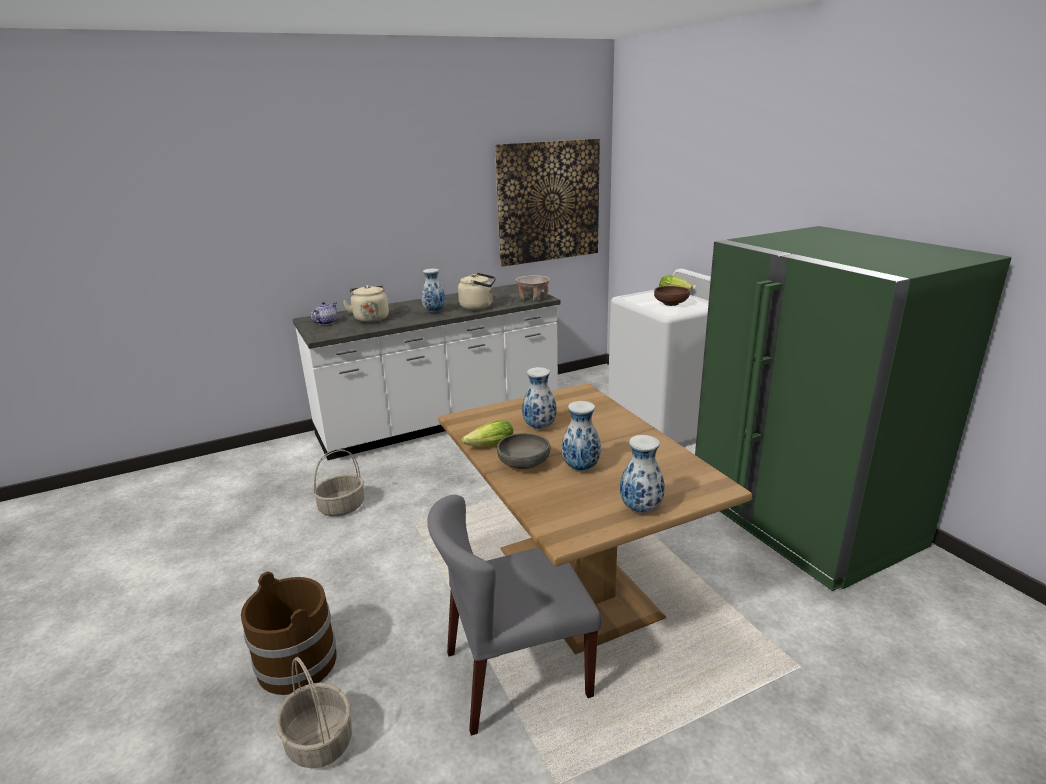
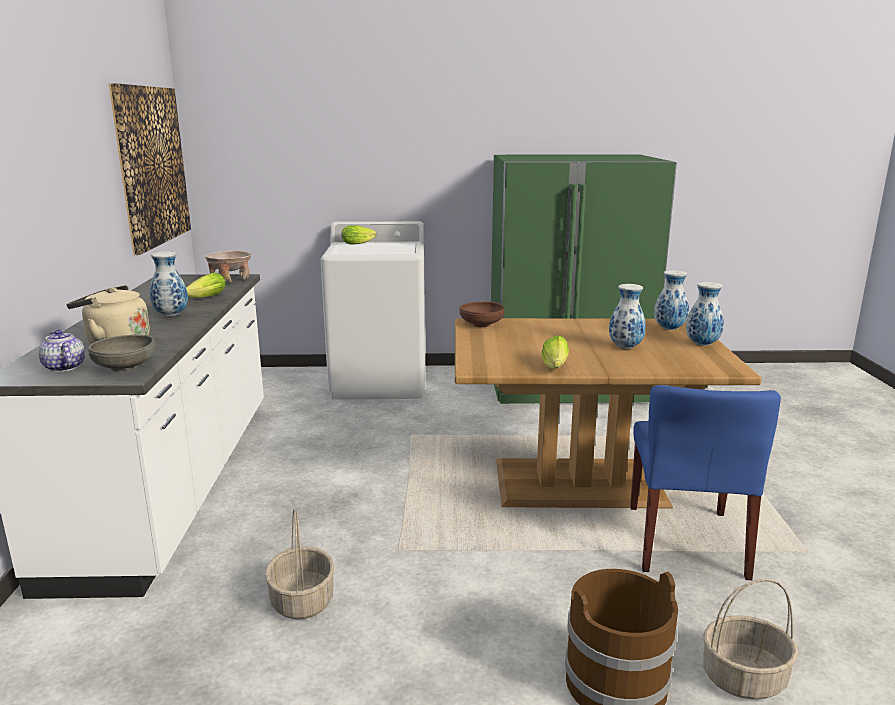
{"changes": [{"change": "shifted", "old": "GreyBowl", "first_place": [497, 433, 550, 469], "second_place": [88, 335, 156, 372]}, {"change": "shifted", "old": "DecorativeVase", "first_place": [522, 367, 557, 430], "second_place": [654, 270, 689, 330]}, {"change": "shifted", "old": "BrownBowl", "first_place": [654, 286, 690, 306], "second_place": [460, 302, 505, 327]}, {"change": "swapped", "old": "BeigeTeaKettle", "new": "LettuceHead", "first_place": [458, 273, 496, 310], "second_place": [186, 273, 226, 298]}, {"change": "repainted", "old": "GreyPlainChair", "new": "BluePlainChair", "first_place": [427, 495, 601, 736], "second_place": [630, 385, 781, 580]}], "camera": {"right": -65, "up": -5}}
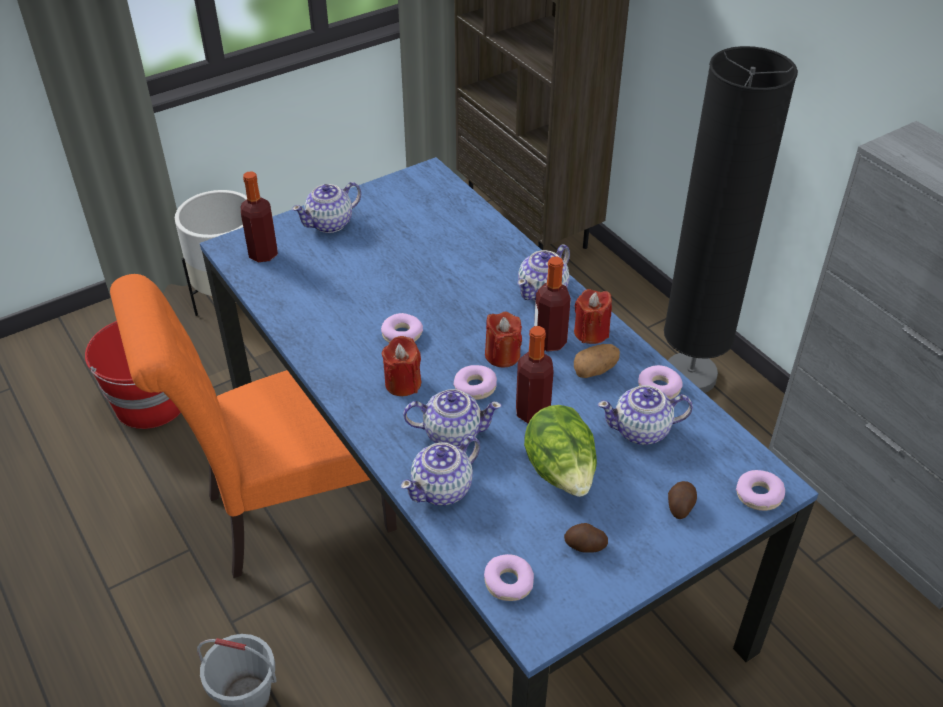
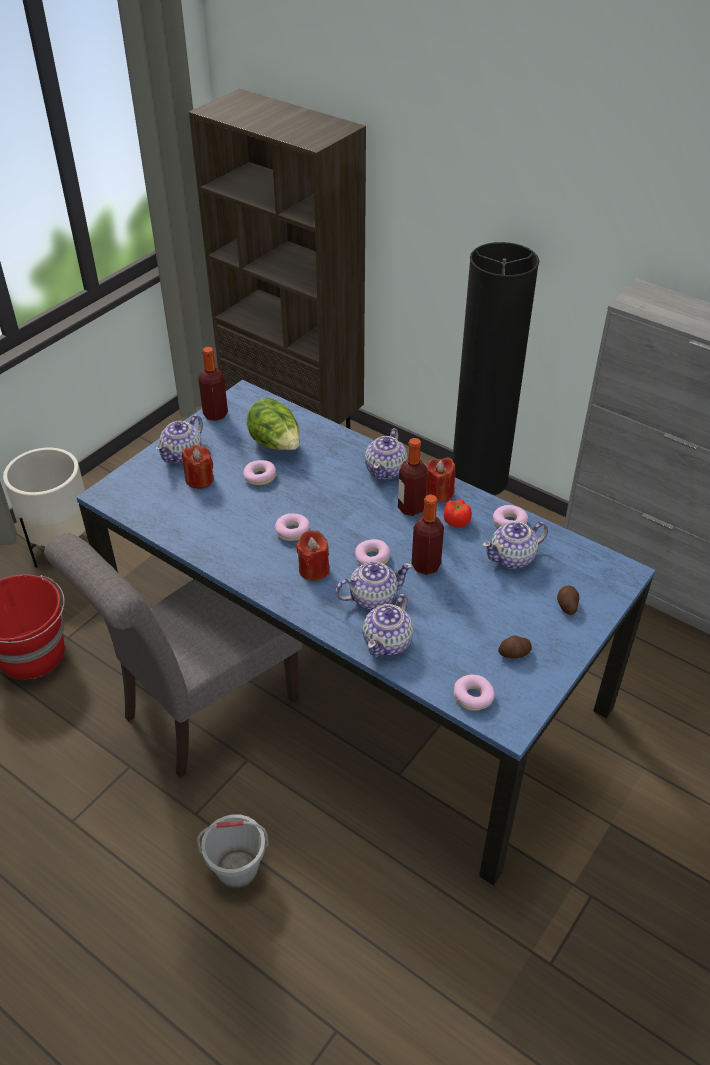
{"changes": [{"change": "shifted", "old": "DrinkBottle", "first_place": [241, 171, 278, 262], "second_place": [198, 347, 228, 421]}, {"change": "shifted", "old": "RedColouredWaxCandle", "first_place": [485, 312, 522, 368], "second_place": [182, 445, 214, 489]}, {"change": "shifted", "old": "LettuceHead", "first_place": [524, 405, 597, 497], "second_place": [247, 398, 300, 450]}, {"change": "shifted", "old": "Doughnut", "first_place": [736, 470, 785, 511], "second_place": [243, 460, 276, 485]}, {"change": "swapped", "old": "WholePotato", "new": "Tomato", "first_place": [574, 344, 620, 378], "second_place": [444, 500, 472, 528]}, {"change": "repainted", "old": "OrangePlainChair", "new": "GreyPlainChair", "first_place": [110, 274, 397, 578], "second_place": [44, 533, 303, 778]}], "camera": {"right": -20, "up": 0}}
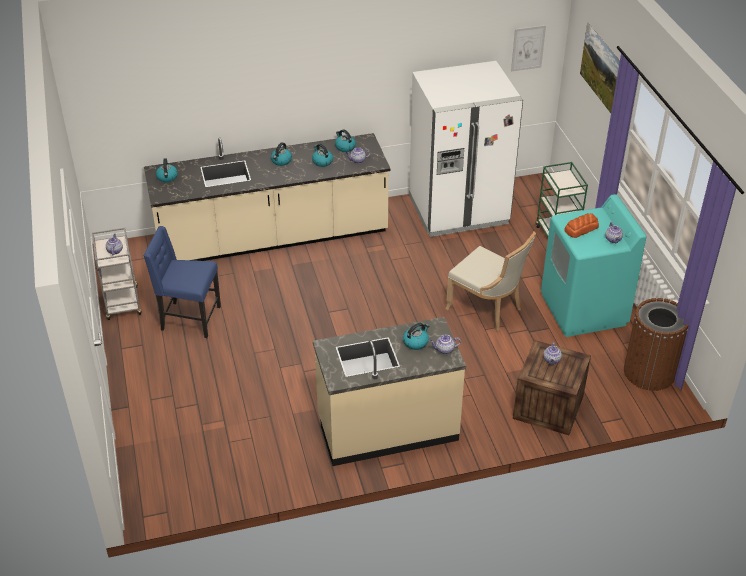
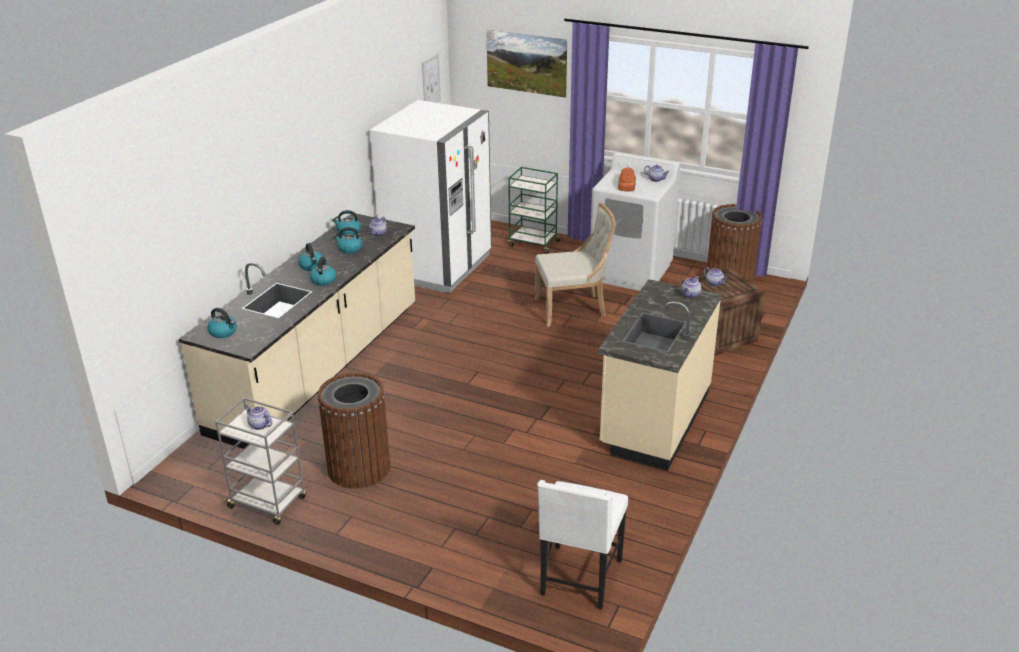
{"changes": [{"change": "new", "new": "WhitishPlainChair", "second_place": [537, 480, 628, 609]}, {"change": "shifted", "old": "TeaKettle", "first_place": [403, 323, 429, 350], "second_place": [310, 257, 336, 286]}, {"change": "swapped", "old": "BluePlainChair", "new": "BrownRubbishBin", "first_place": [143, 226, 221, 338], "second_place": [318, 372, 390, 489]}, {"change": "repainted", "old": "BlueGreenLaundryMachine", "new": "WhitishLaundryMachine", "first_place": [541, 194, 646, 337], "second_place": [591, 152, 680, 291]}], "camera": {"right": -50, "up": -10}}
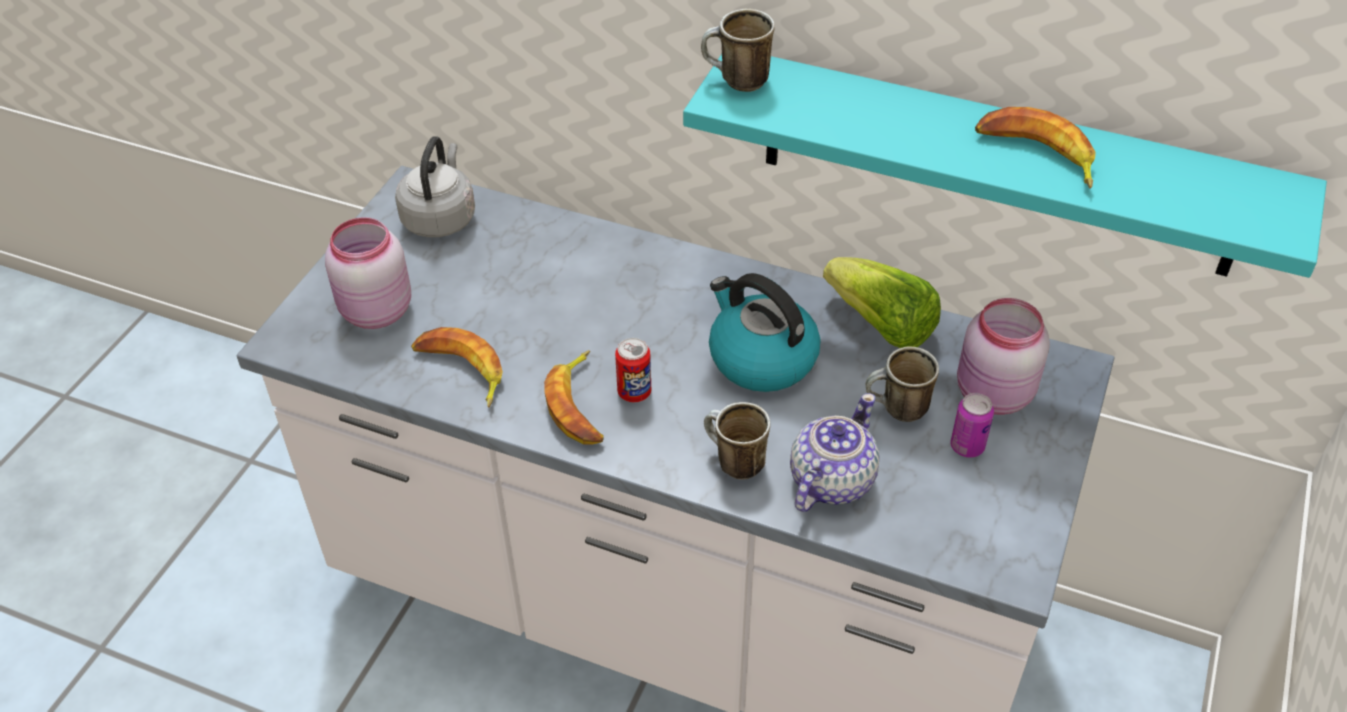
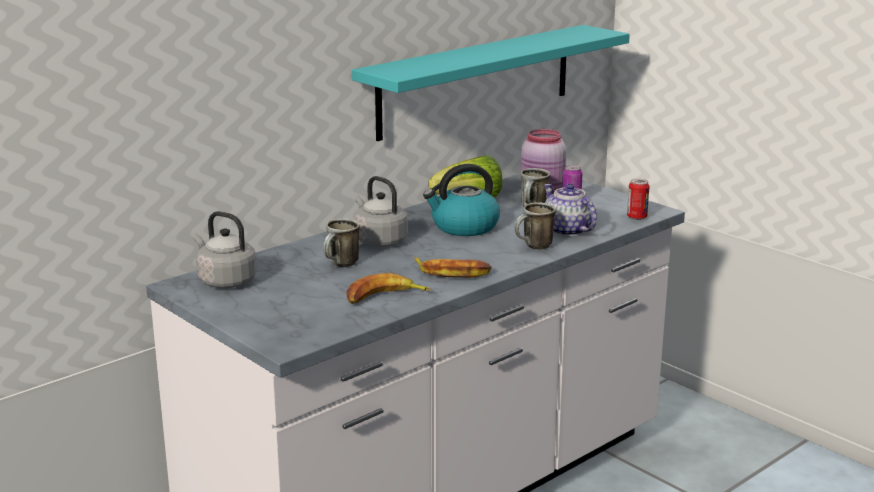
{"changes": [{"change": "gone", "old": "PinkColouredStorageJar", "first_place": [325, 217, 411, 329]}, {"change": "gone", "old": "Banana", "first_place": [975, 107, 1096, 189]}, {"change": "new", "new": "GreyTeaKettle", "second_place": [353, 176, 408, 247]}, {"change": "shifted", "old": "Can", "first_place": [615, 338, 651, 402], "second_place": [627, 179, 650, 220]}, {"change": "shifted", "old": "Mug", "first_place": [701, 9, 775, 92], "second_place": [323, 218, 360, 267]}], "camera": {"right": -65, "up": -25}}
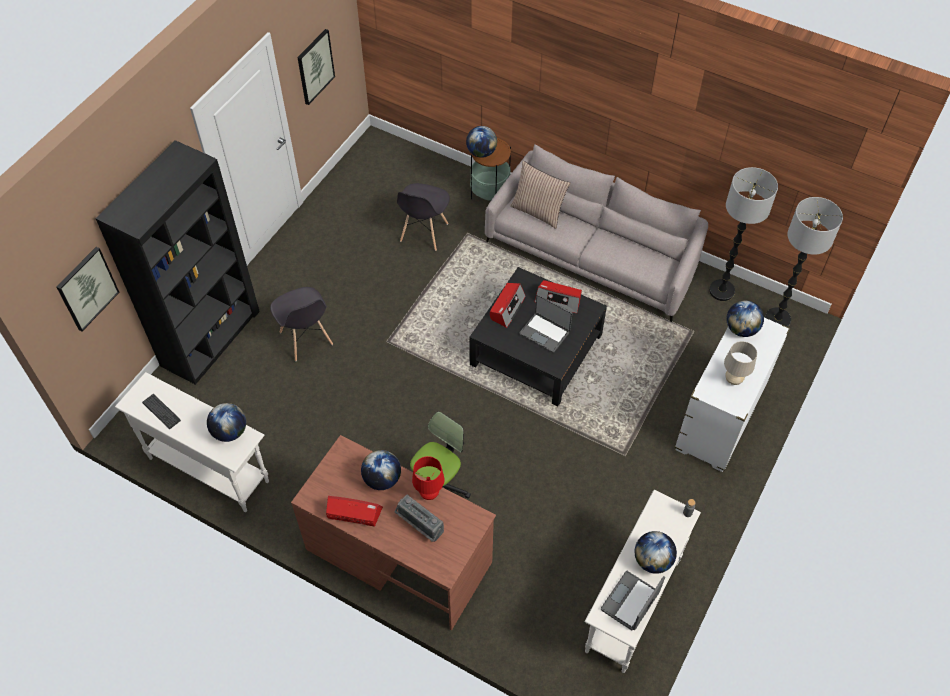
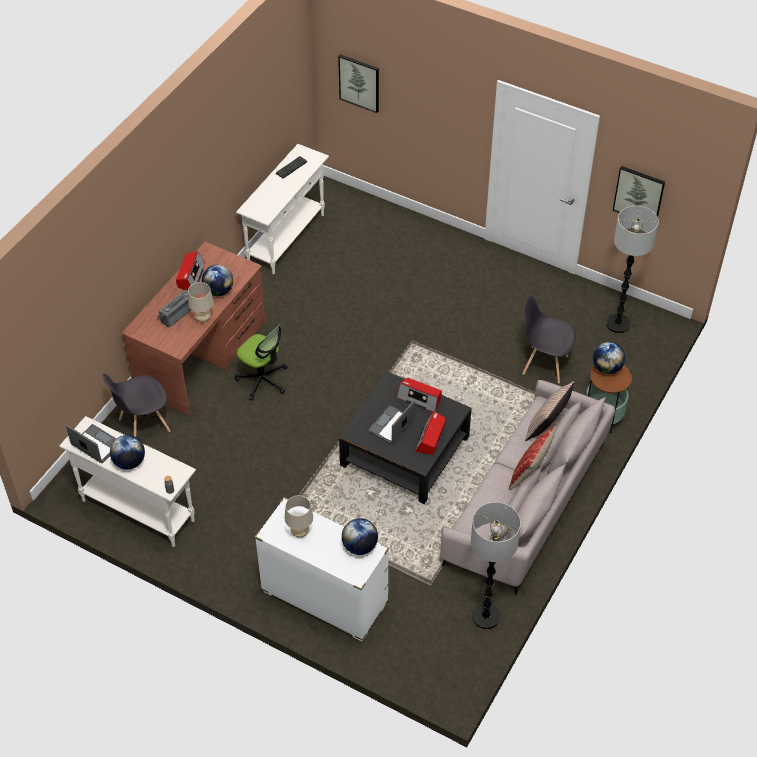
{"changes": [{"change": "gone", "old": "BlackBookcase", "first_place": [95, 140, 260, 385]}, {"change": "gone", "old": "WorldGlobe", "first_place": [207, 403, 246, 442]}, {"change": "new", "new": "ThrowPillow", "second_place": [509, 426, 556, 490]}, {"change": "shifted", "old": "GreyPlainChair", "first_place": [270, 287, 333, 361], "second_place": [102, 373, 171, 437]}, {"change": "shifted", "old": "StandardLamp", "first_place": [765, 197, 843, 327], "second_place": [606, 206, 659, 333]}, {"change": "repainted", "old": "RedColouredTableLamp", "new": "BeigeTableLamp", "first_place": [412, 456, 445, 500], "second_place": [188, 282, 214, 322]}], "camera": {"right": 90, "up": -5}}
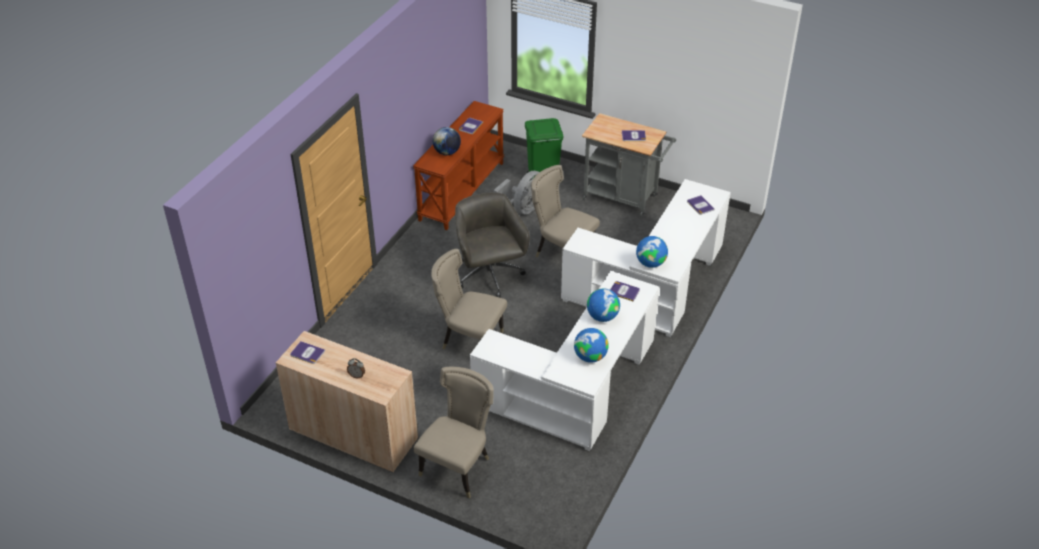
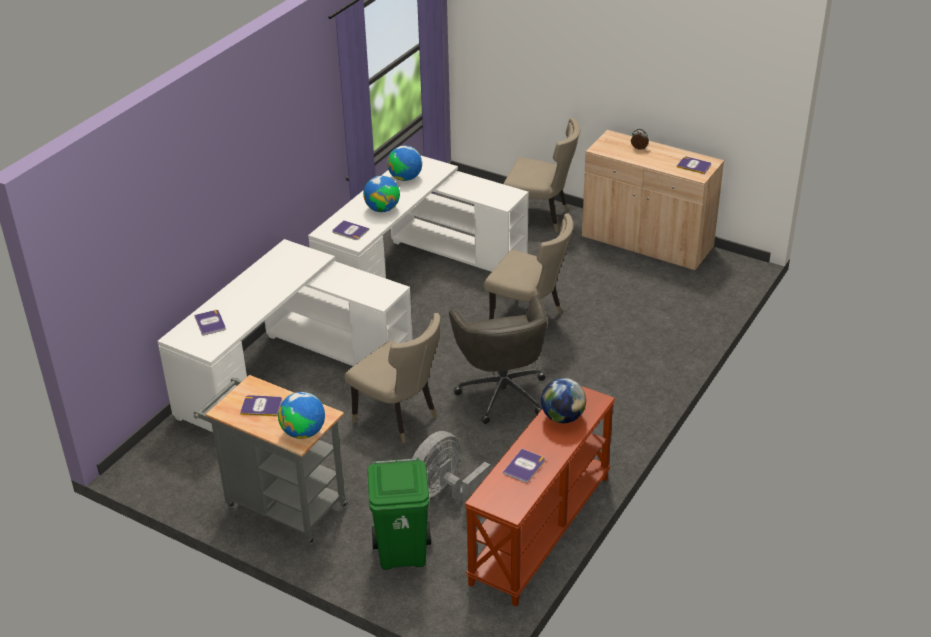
{"changes": [{"change": "shifted", "old": "WorldGlobe", "first_place": [636, 236, 668, 268], "second_place": [278, 392, 325, 439]}, {"change": "rotated", "old": "BeigePlainChair", "first_place": [413, 367, 494, 499], "second_place": [504, 117, 580, 232], "degrees": -105}], "camera": {"right": -175, "up": -5}}
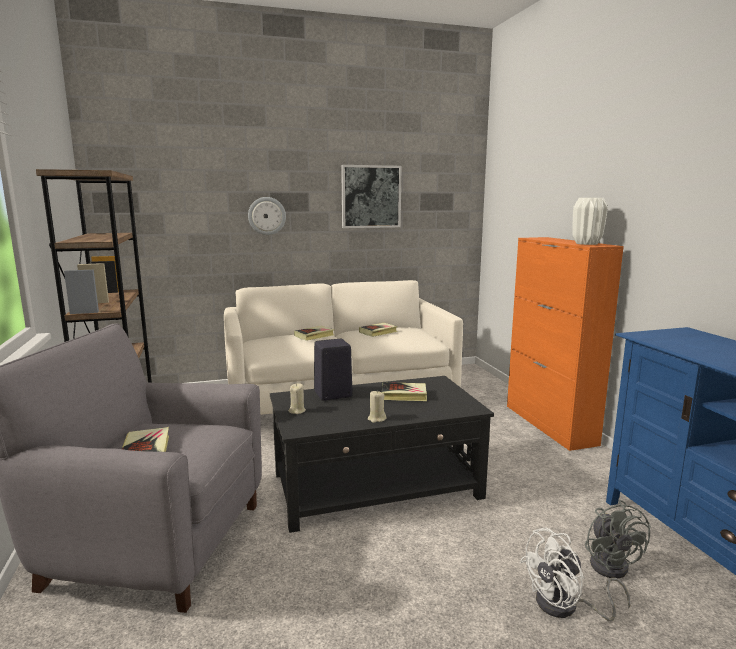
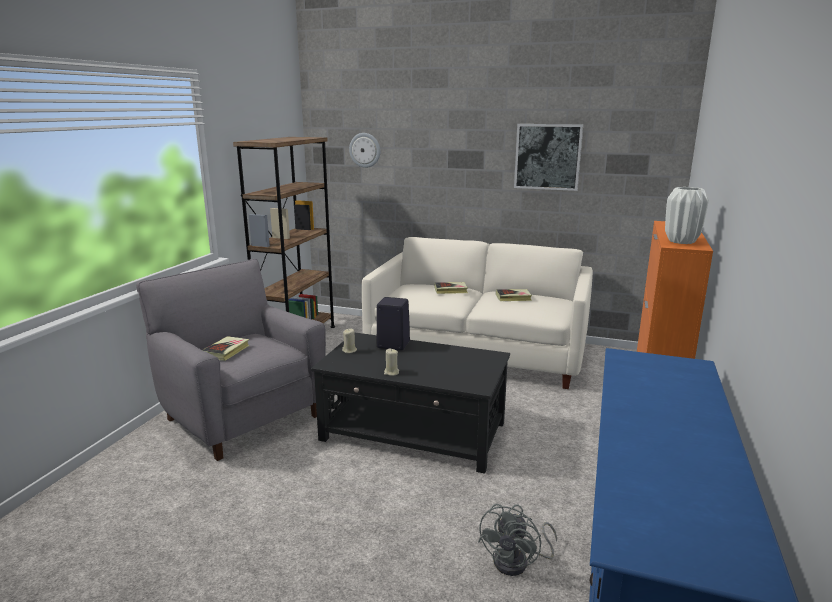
{"changes": [{"change": "gone", "old": "BoundBook", "first_place": [382, 382, 427, 401]}, {"change": "gone", "old": "WhitishCoolingFan", "first_place": [520, 528, 630, 621]}, {"change": "shifted", "old": "HangingClock", "first_place": [248, 197, 286, 235], "second_place": [349, 133, 380, 168]}], "camera": {"right": 35, "up": 5}}
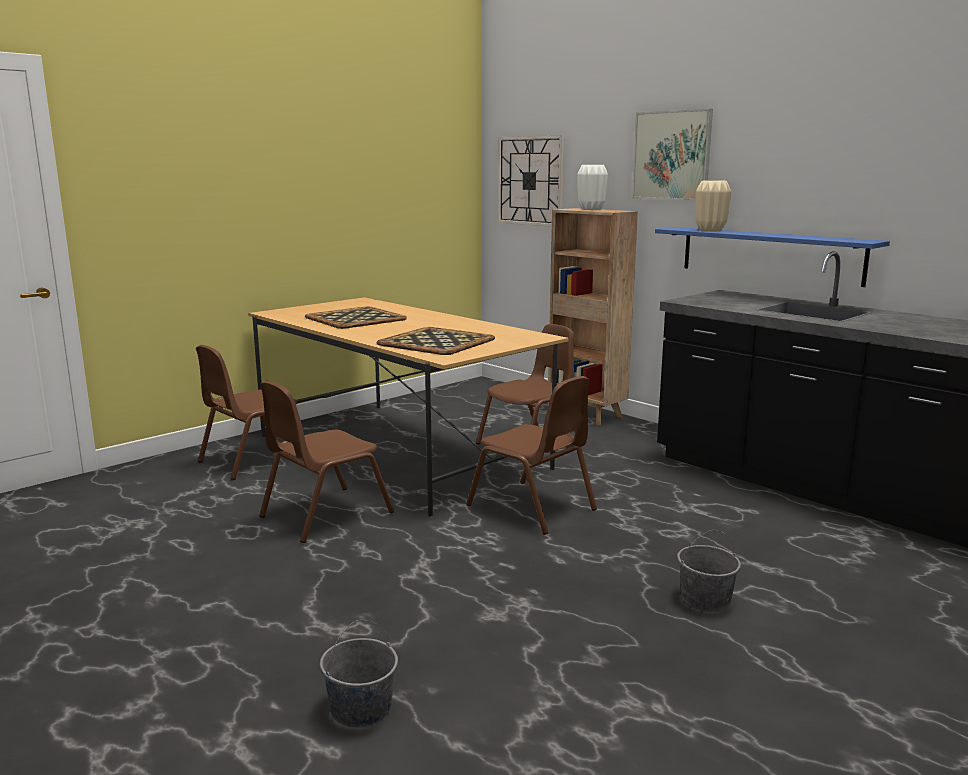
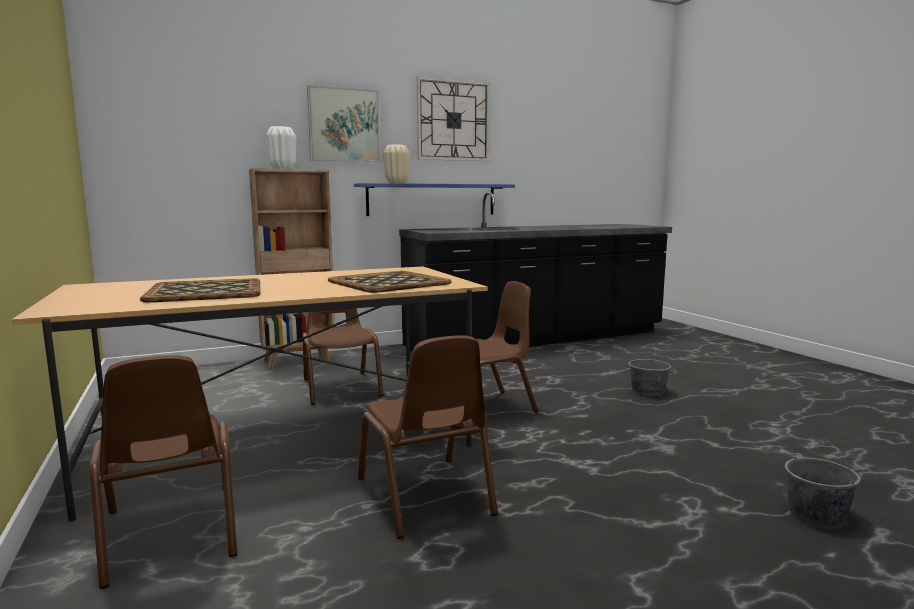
{"changes": [{"change": "shifted", "old": "HangingClock", "first_place": [498, 135, 564, 227], "second_place": [417, 76, 490, 161]}], "camera": {"right": -70, "up": -5}}
